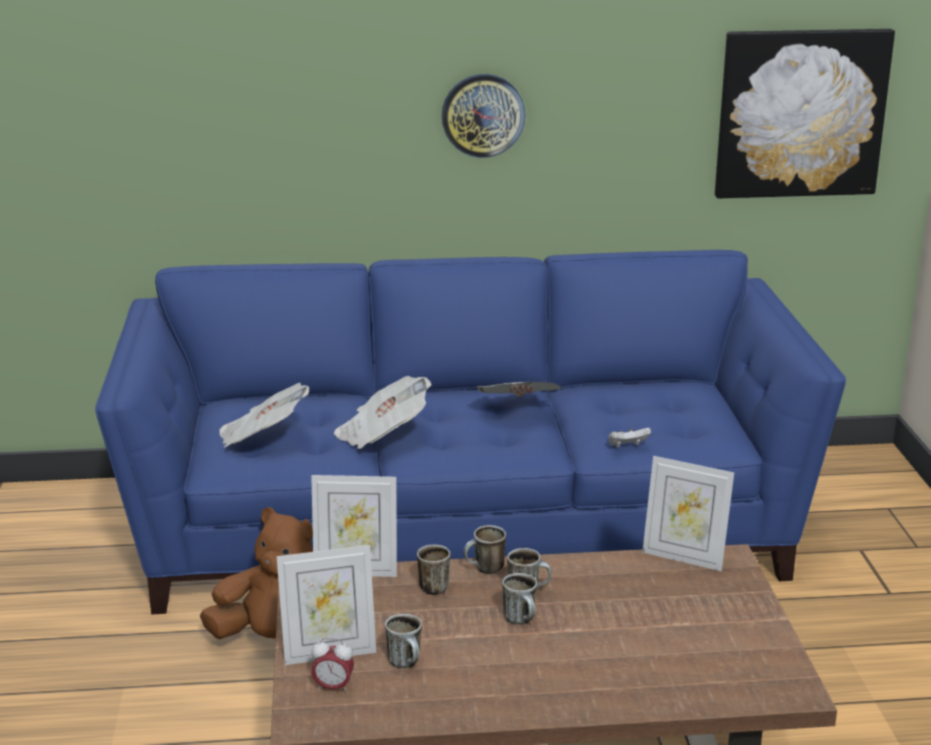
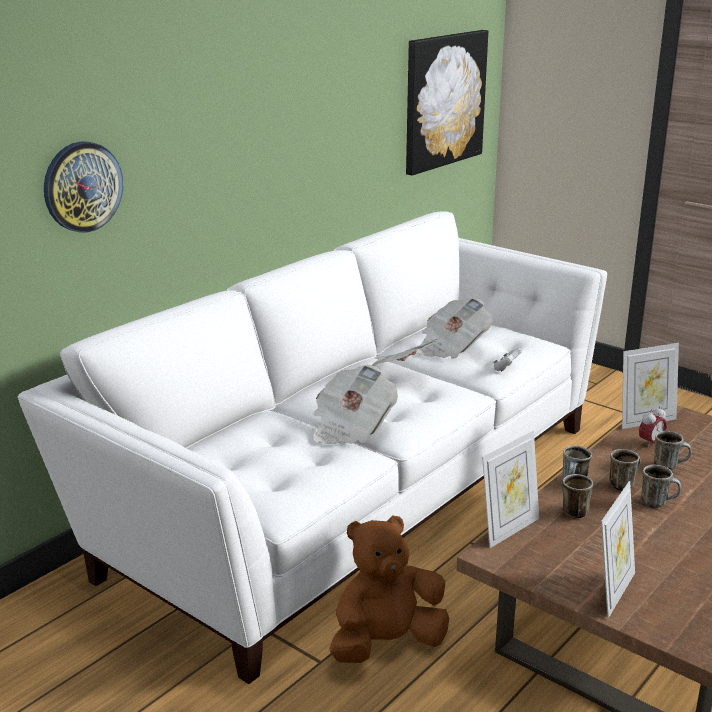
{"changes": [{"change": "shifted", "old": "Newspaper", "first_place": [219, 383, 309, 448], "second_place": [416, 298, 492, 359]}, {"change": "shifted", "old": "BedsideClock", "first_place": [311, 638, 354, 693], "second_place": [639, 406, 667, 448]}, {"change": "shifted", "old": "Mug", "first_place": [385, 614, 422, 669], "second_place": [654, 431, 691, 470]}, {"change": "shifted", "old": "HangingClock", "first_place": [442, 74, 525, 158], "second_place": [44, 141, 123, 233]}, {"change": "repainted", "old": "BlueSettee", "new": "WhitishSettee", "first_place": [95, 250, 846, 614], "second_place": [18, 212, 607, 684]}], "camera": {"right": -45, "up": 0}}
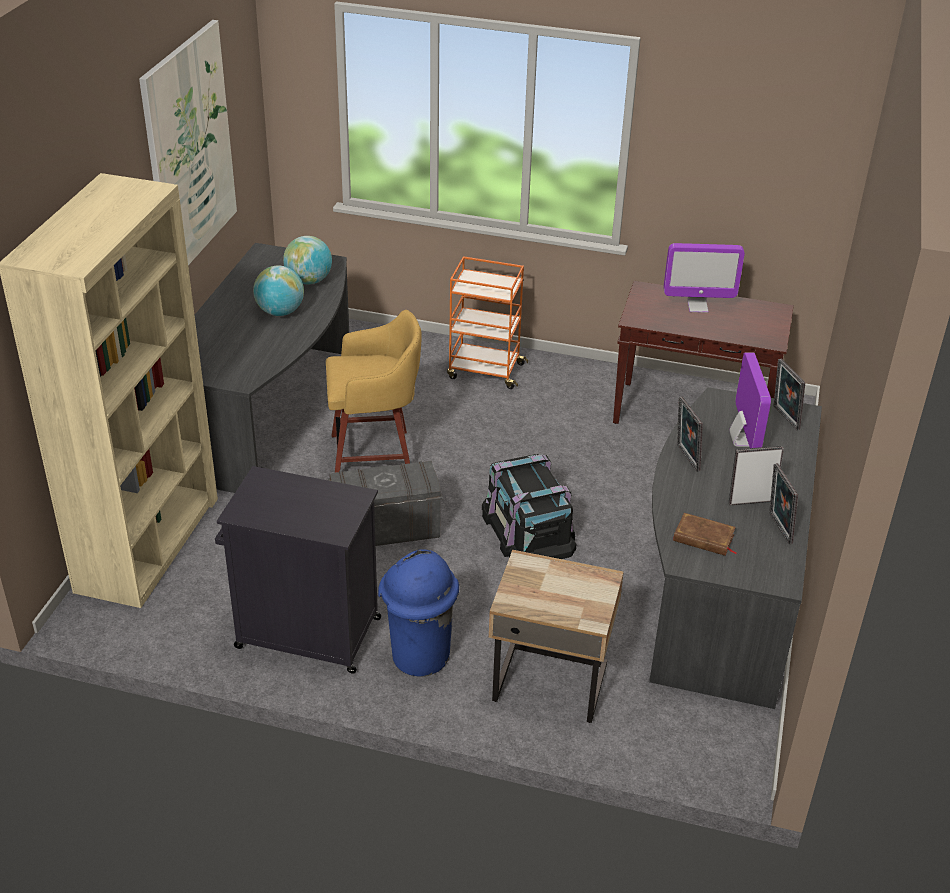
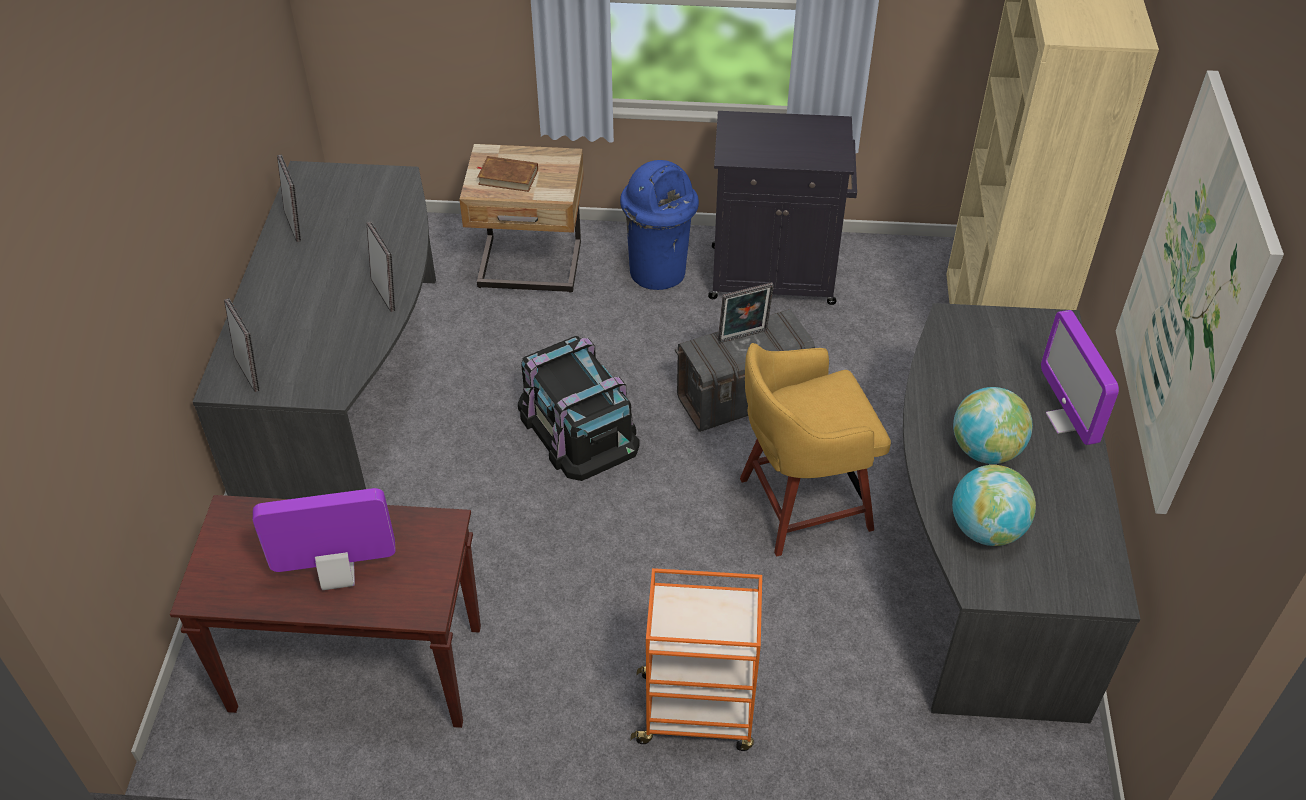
{"changes": [{"change": "shifted", "old": "BrownBoundBook", "first_place": [673, 513, 737, 556], "second_place": [477, 156, 538, 192]}, {"change": "shifted", "old": "ComputerScreen", "first_place": [729, 353, 771, 448], "second_place": [1041, 310, 1119, 445]}, {"change": "shifted", "old": "StandingFrame", "first_place": [729, 446, 784, 505], "second_place": [718, 282, 774, 343]}], "camera": {"right": 170, "up": 10}}
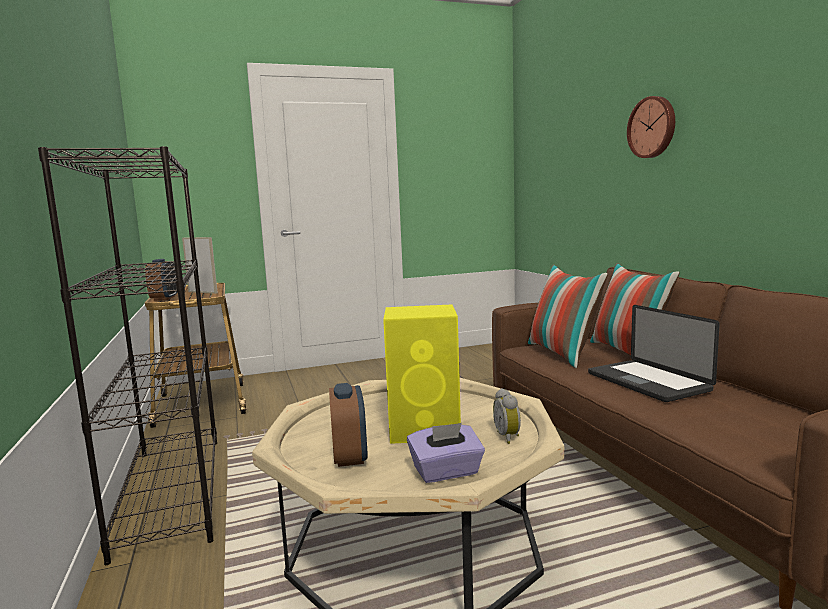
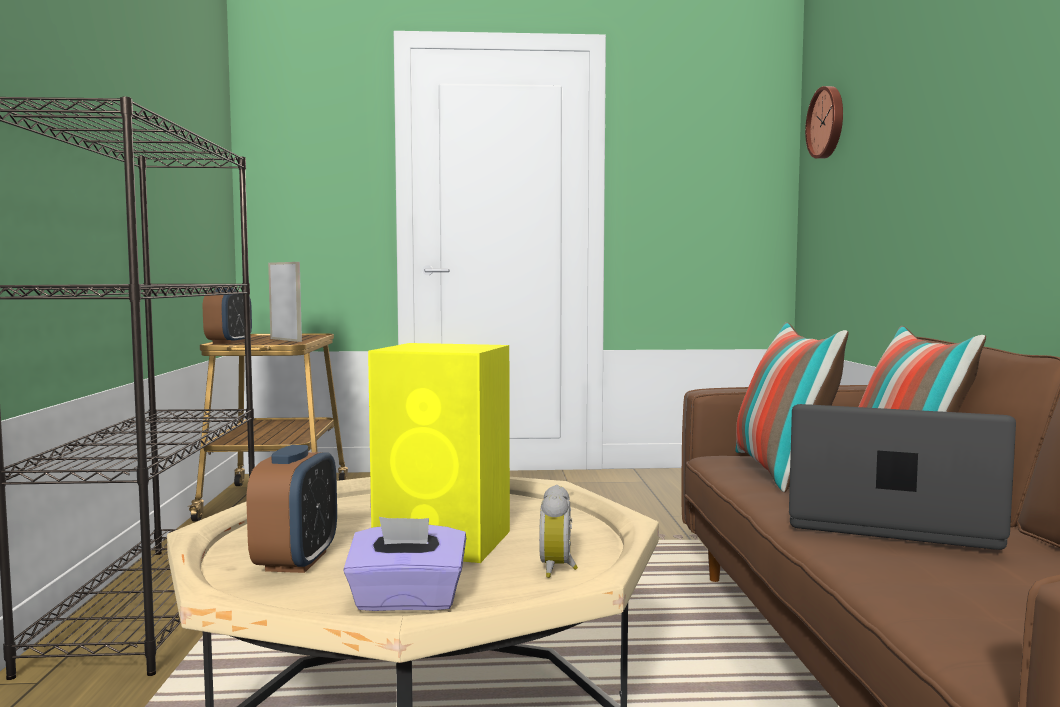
{"changes": [{"change": "shifted", "old": "HangingClock", "first_place": [627, 96, 675, 158], "second_place": [805, 86, 843, 159]}, {"change": "rotated", "old": "Laptop", "first_place": [588, 305, 720, 402], "second_place": [789, 404, 1016, 550], "degrees": 120}], "camera": {"right": 15, "up": -5}}
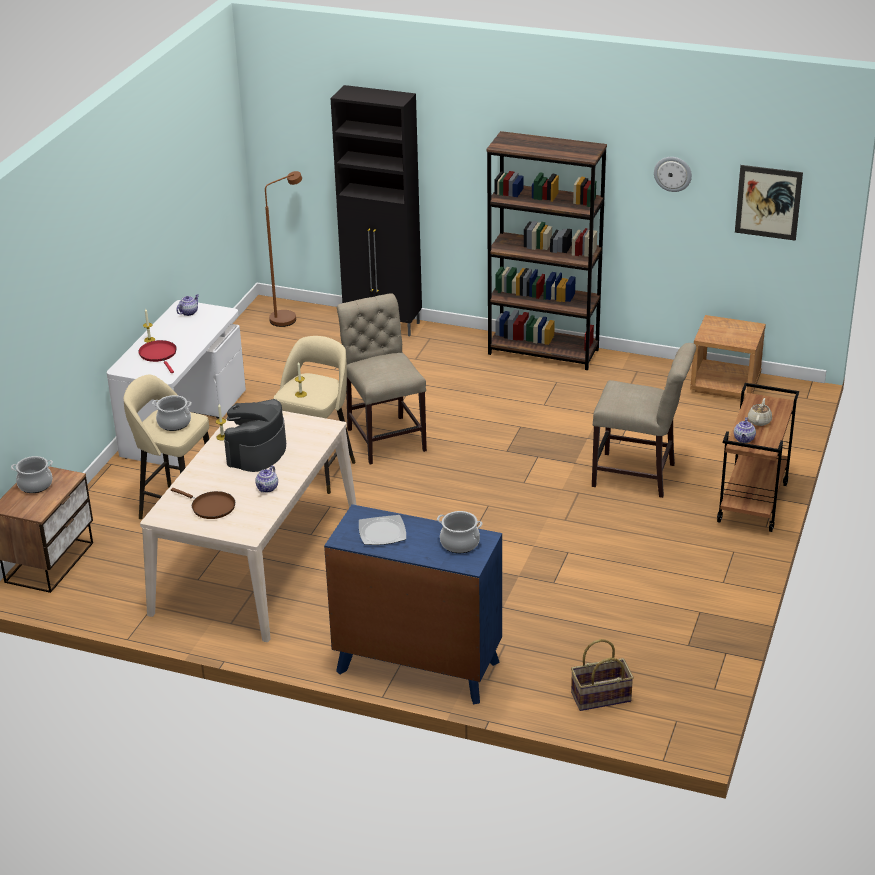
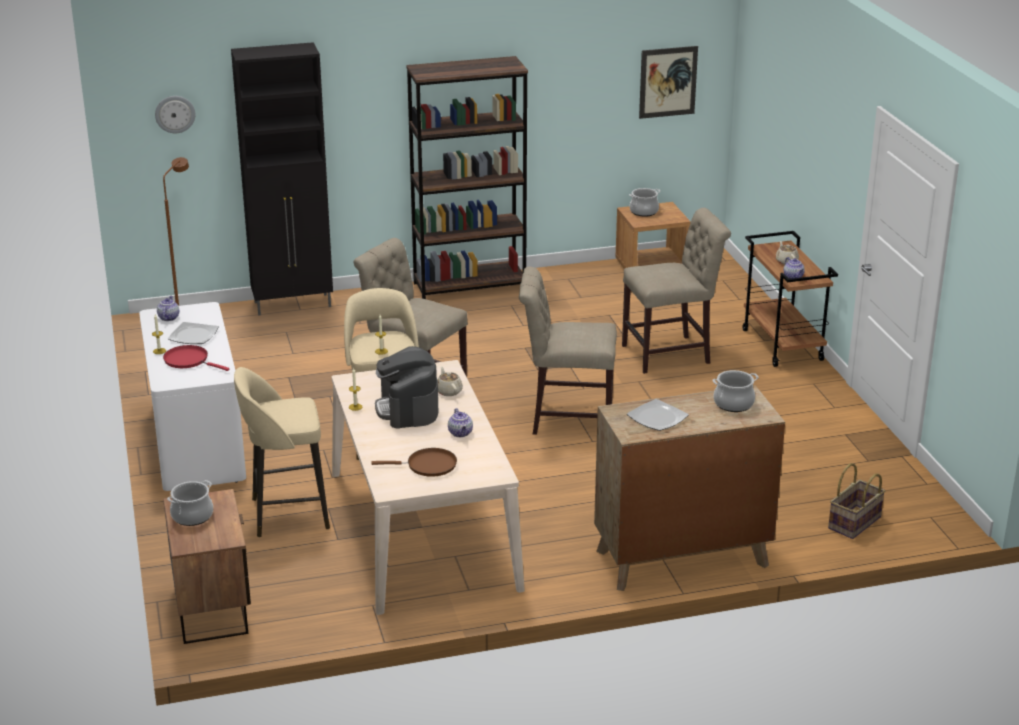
{"changes": [{"change": "new", "new": "DinnerPlate", "second_place": [168, 322, 219, 344]}, {"change": "new", "new": "BeigeTeaPot", "second_place": [437, 366, 463, 396]}, {"change": "new", "new": "BeigePlainChair", "second_place": [519, 267, 617, 435]}, {"change": "shifted", "old": "Stockpot", "first_place": [152, 395, 192, 431], "second_place": [629, 188, 661, 217]}, {"change": "shifted", "old": "HangingClock", "first_place": [654, 157, 692, 192], "second_place": [155, 96, 196, 133]}, {"change": "repainted", "old": "BlueDrawerChest", "new": "BrownDrawerChest", "first_place": [324, 504, 502, 704], "second_place": [594, 385, 785, 591]}], "camera": {"right": -35, "up": -5}}
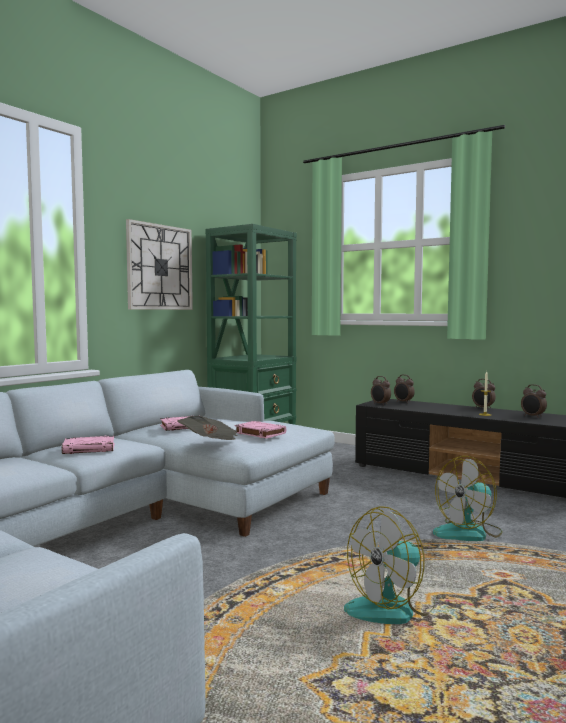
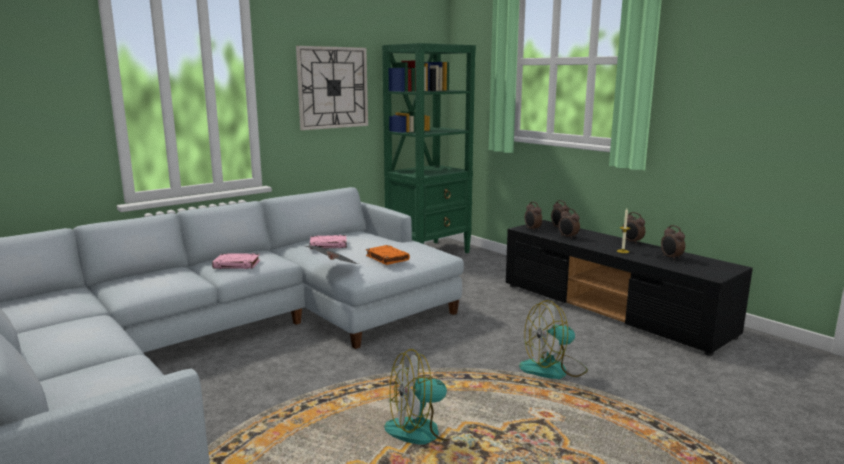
{"changes": [{"change": "new", "new": "BedsideClock", "second_place": [558, 208, 580, 239]}, {"change": "repainted", "old": "PinkColouredBoundBook", "new": "OrangeBoundBook", "first_place": [235, 421, 287, 439], "second_place": [366, 245, 410, 265]}], "camera": {"right": 15, "up": 10}}
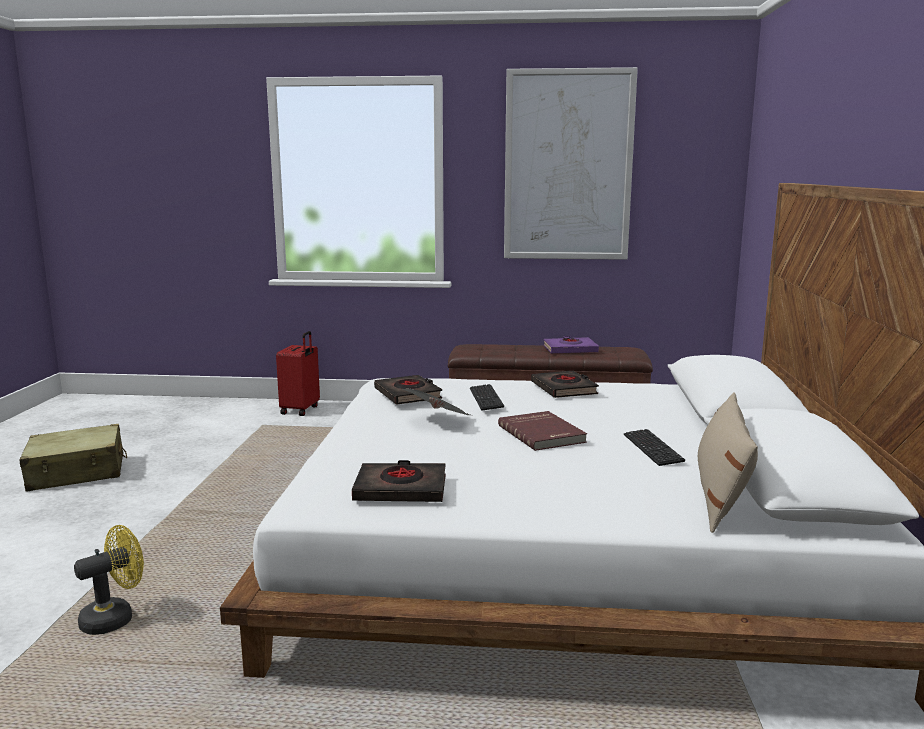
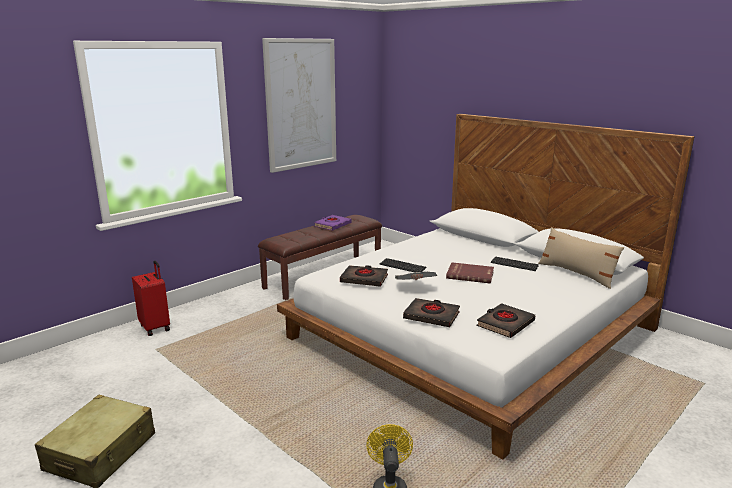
{"changes": [{"change": "shifted", "old": "BlackBoundBook", "first_place": [531, 371, 599, 398], "second_place": [403, 298, 460, 327]}], "camera": {"right": -50, "up": 5}}
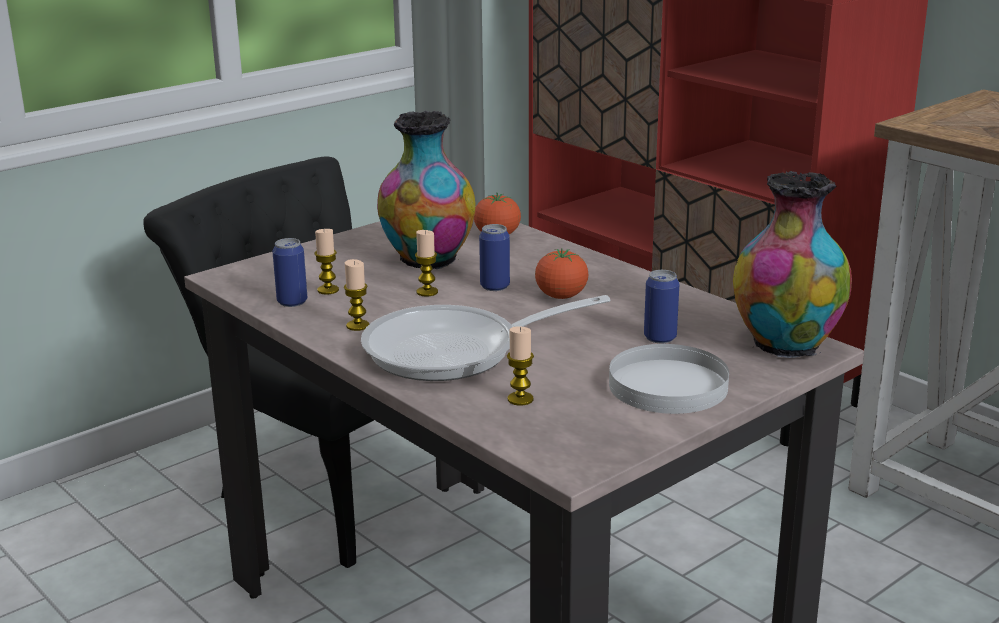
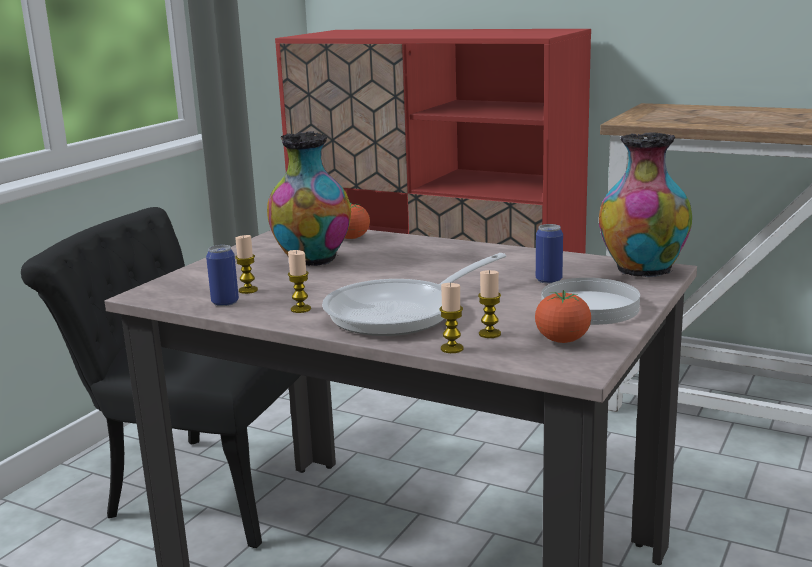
{"changes": [{"change": "gone", "old": "Can", "first_place": [479, 224, 510, 291]}, {"change": "shifted", "old": "WaxCandle", "first_place": [415, 230, 438, 296], "second_place": [439, 283, 464, 353]}, {"change": "shifted", "old": "Tomato", "first_place": [535, 248, 588, 299], "second_place": [535, 290, 591, 343]}], "camera": {"right": -20, "up": -5}}
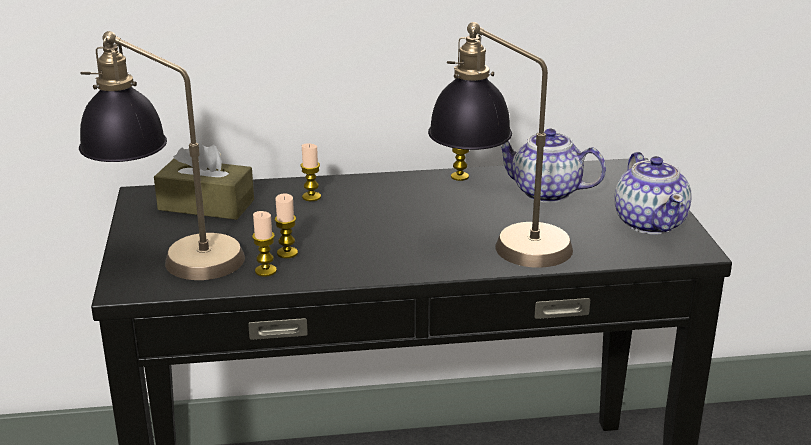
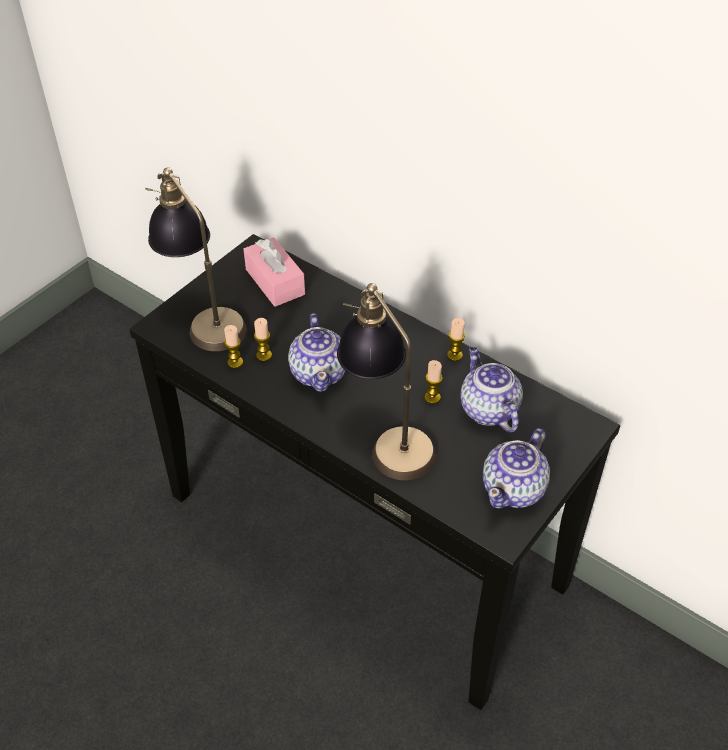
{"changes": [{"change": "new", "new": "TeaPot", "second_place": [288, 313, 346, 392]}, {"change": "shifted", "old": "WaxCandle", "first_place": [301, 143, 321, 201], "second_place": [424, 360, 443, 404]}, {"change": "repainted", "old": "BrownTissueBox", "new": "PinkColouredTissueBox", "first_place": [154, 139, 254, 220], "second_place": [244, 237, 305, 307]}], "camera": {"right": 45, "up": 20}}
